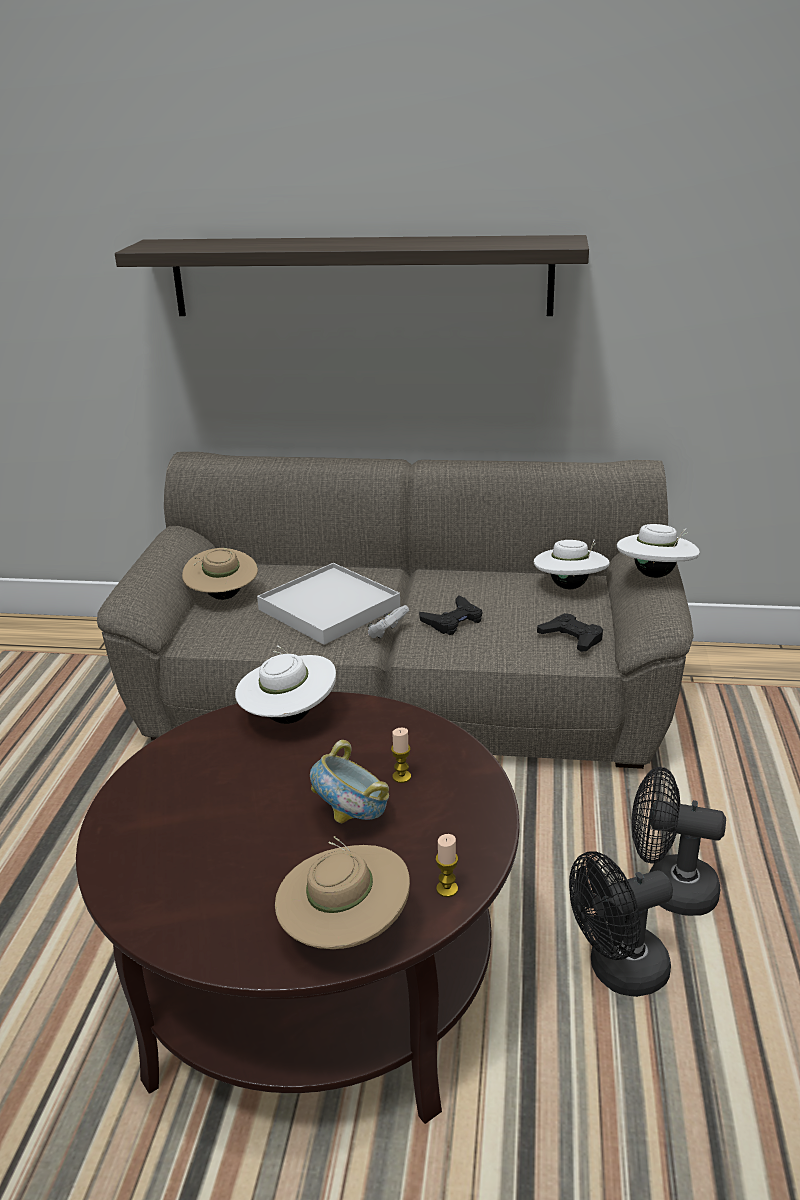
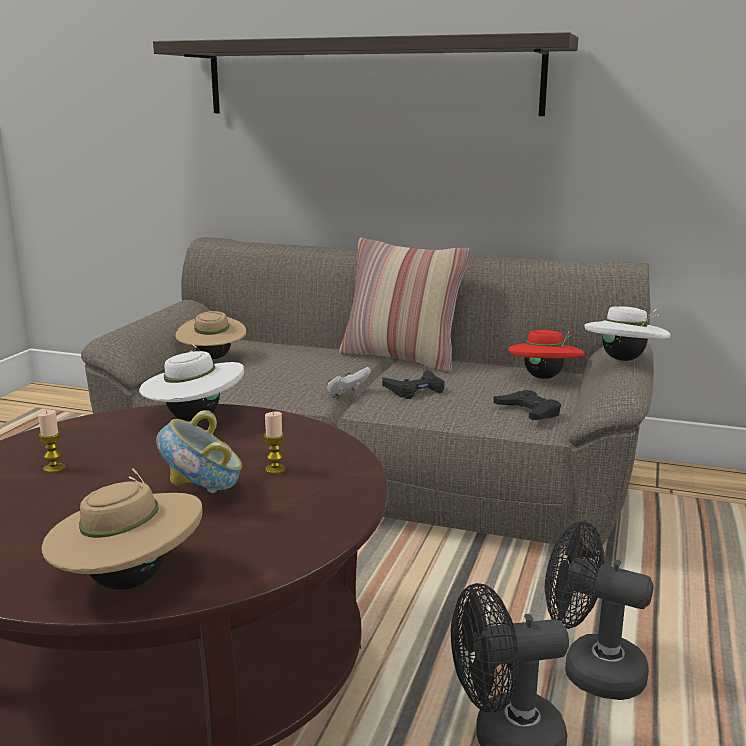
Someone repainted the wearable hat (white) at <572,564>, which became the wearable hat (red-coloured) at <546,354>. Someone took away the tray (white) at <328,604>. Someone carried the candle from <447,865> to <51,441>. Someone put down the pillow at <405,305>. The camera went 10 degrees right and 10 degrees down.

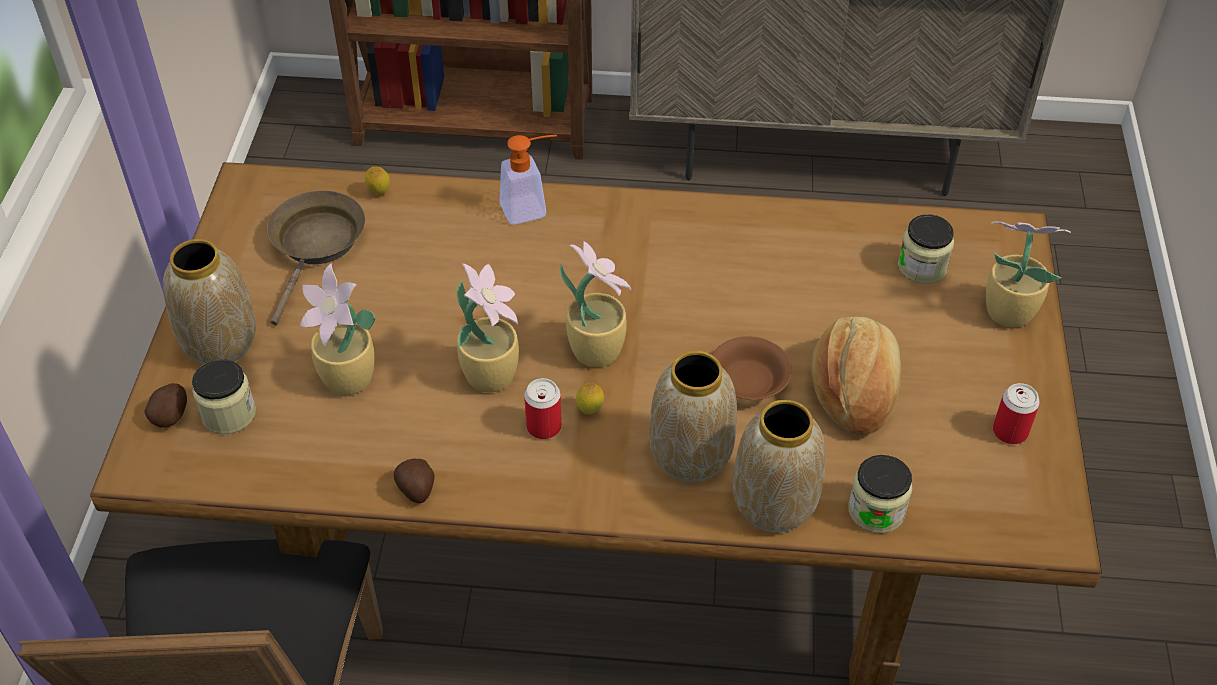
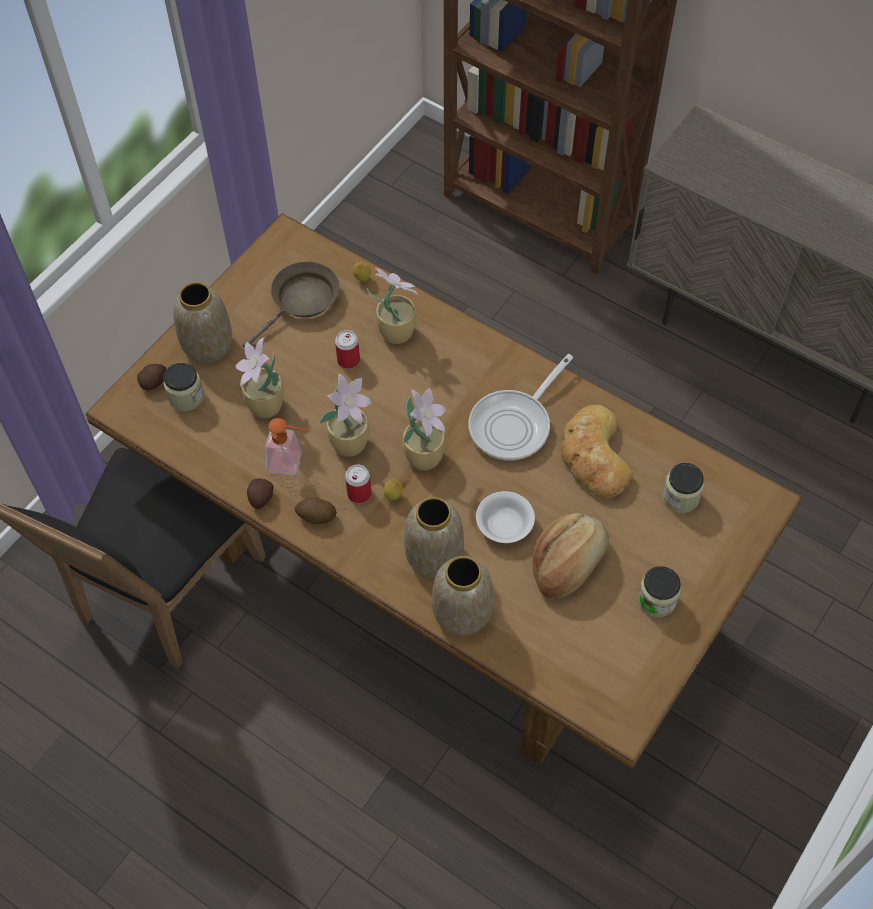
Someone carried the soap dispenser from <528,180> to <286,446>. Someone carried the houseplant from <1028,274> to <392,306>. Someone repainted the bowl (brown-coloured) at <752,368>, which became the bowl (white) at <505,517>. Someone carried the sealed can from <1016,413> to <347,349>. Someone carried the storage jar from <880,494> to <659,591>. Someone put down the frying pan at <521,407>. Someone put down the bakery bread at <597,452>. Someone put down the potato at <316,510>. The camera went 30 degrees right and 10 degrees up.

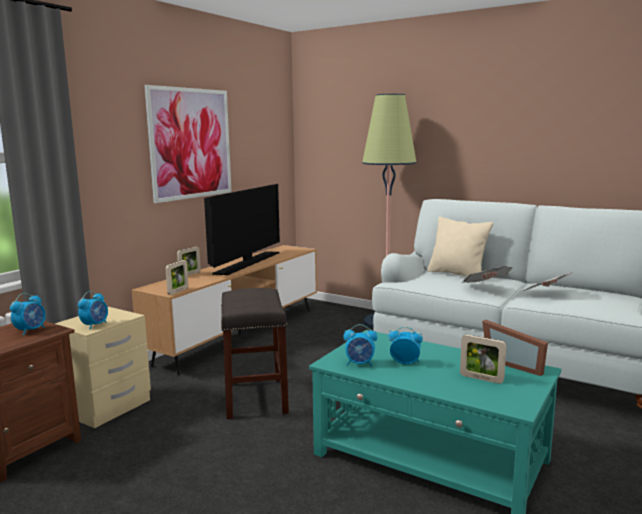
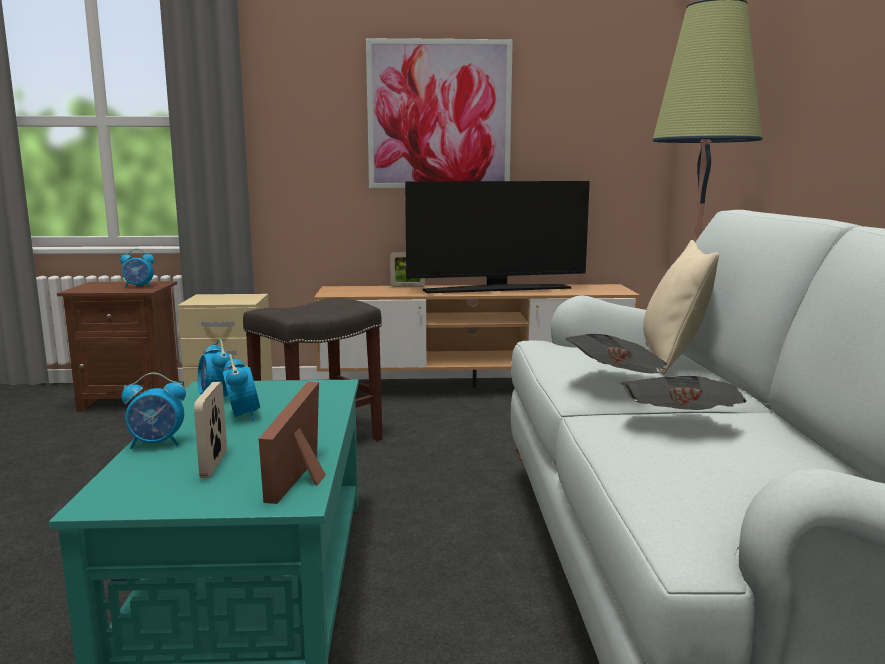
Someone took away the photo frame at <177,277>. Someone carried the table clock from <93,310> to <154,411>. The camera went 55 degrees right and 0 degrees up.

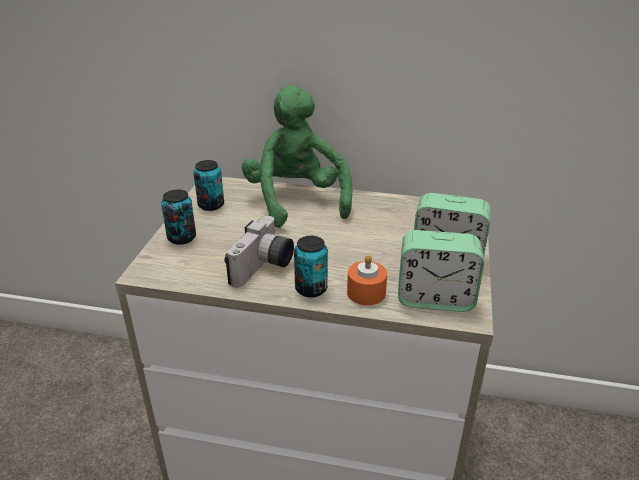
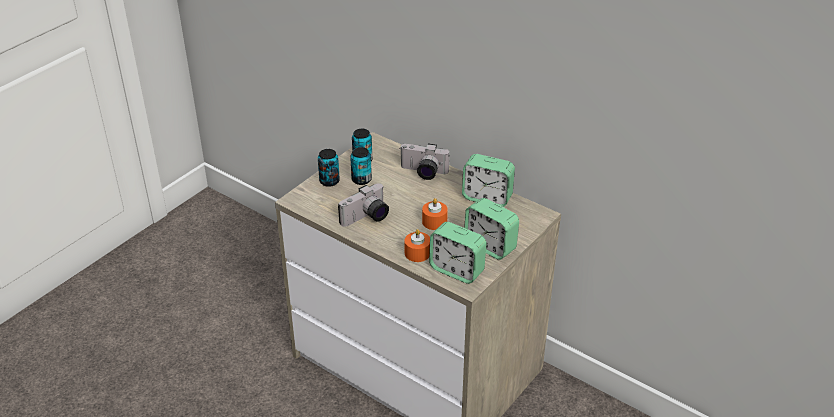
Someone swapped the cuddly toy (greenish) at <297,157> for the still camera at <424,161>. Someone carried the sealed can from <311,266> to <361,166>. Someone put down the table clock at <488,180>. Someone put down the candle (orangey) at <435,214>. The camera went 25 degrees right and 5 degrees up.

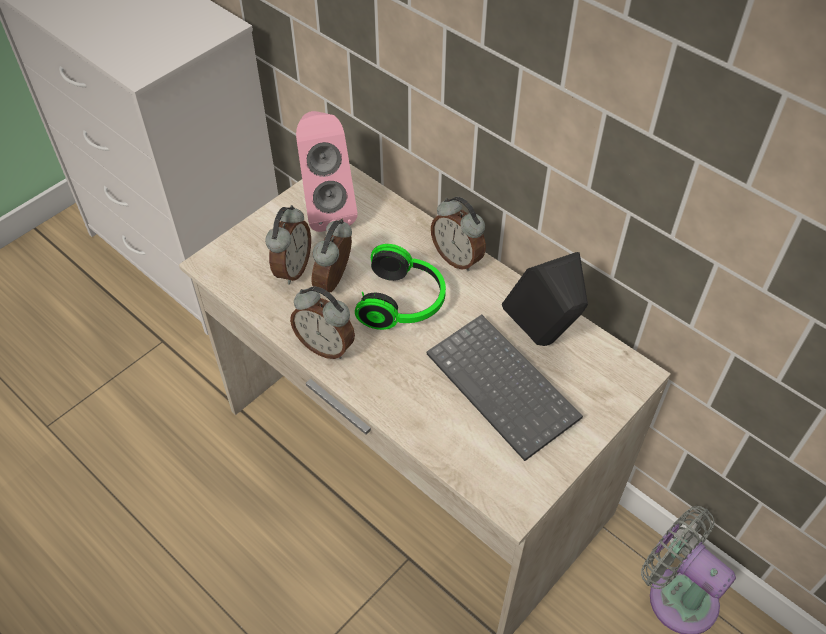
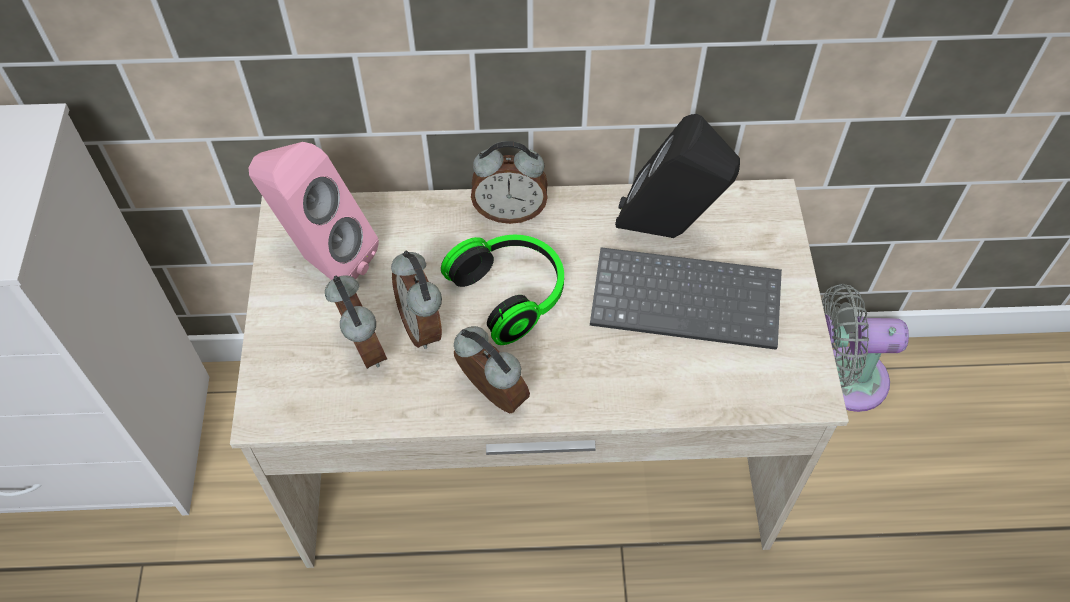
Someone rotated the table clock at <322,322> by 120 degrees counterclockwise. The camera went 45 degrees left and 5 degrees up.

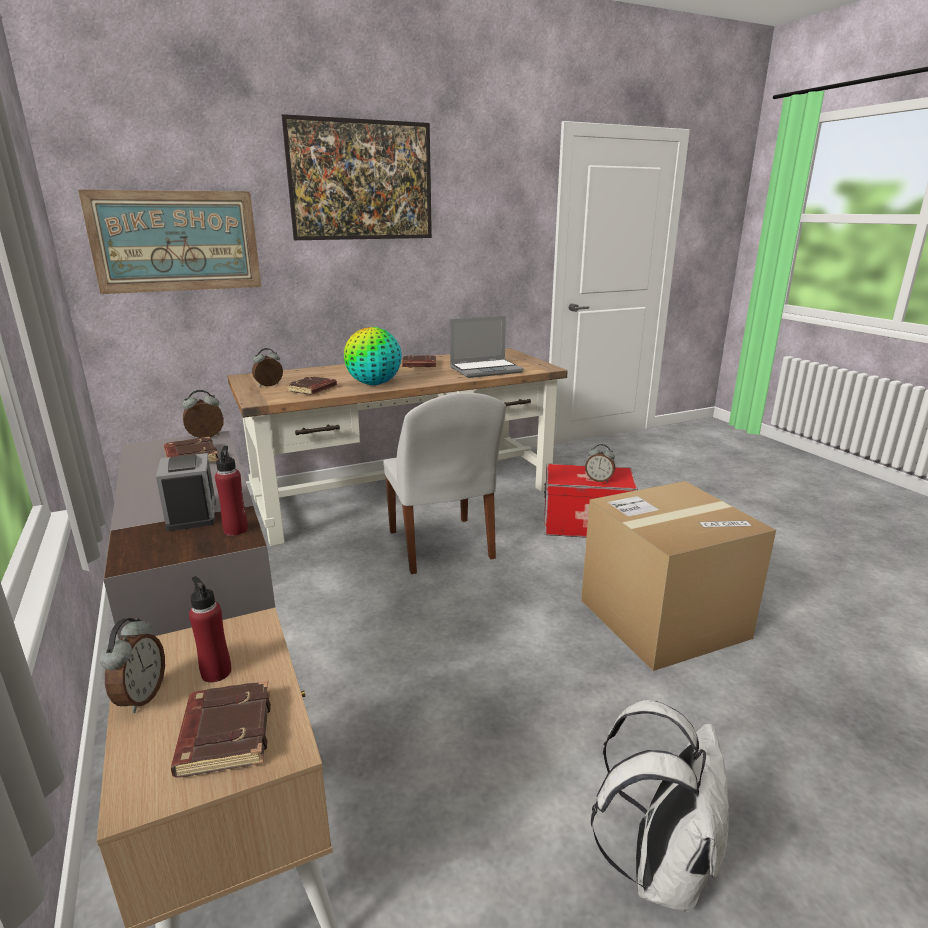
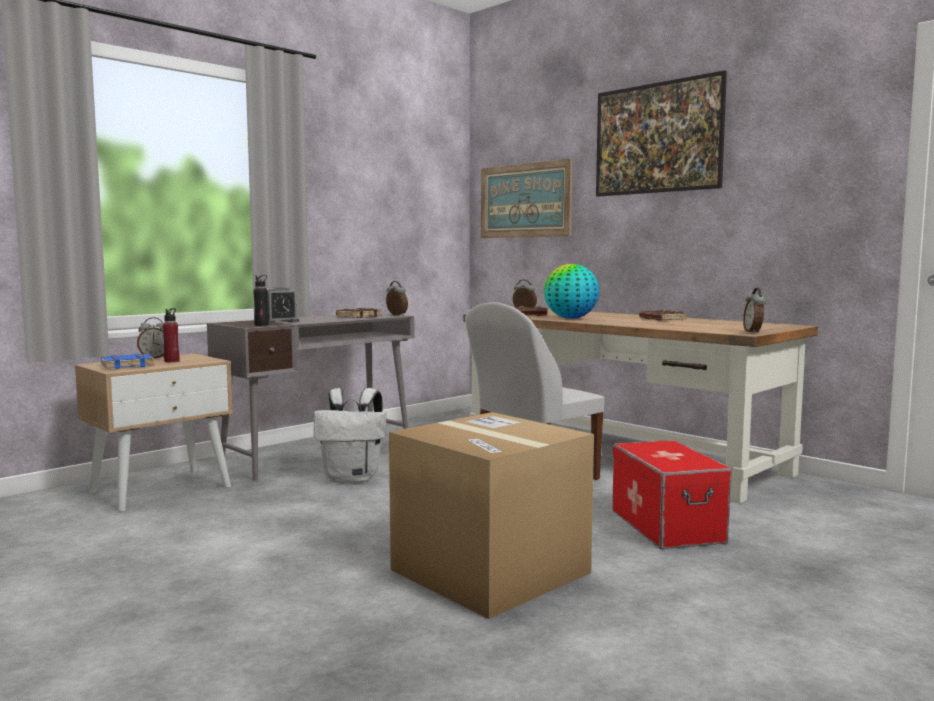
Someone took away the portable computer at <487,347>. Someone carried the table clock from <600,463> to <754,311>. Someone repainted the bottle (red-coloured) at <231,491>, which became the bottle (blackish) at <261,300>. Someone repainted the book (brown-coloured) at <221,729>, which became the book (bluish) at <127,361>. Someone carried the rucksack (white) from <660,806> to <350,435>. The camera went 70 degrees right and 15 degrees down.

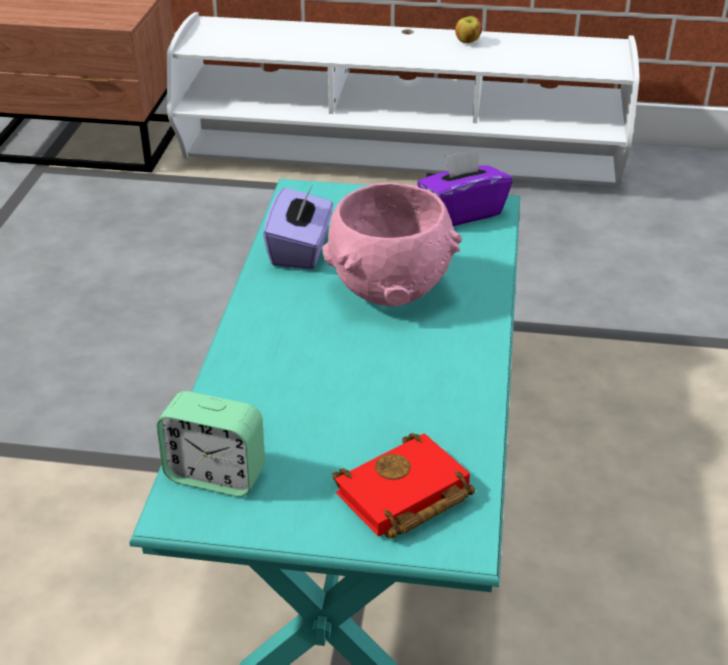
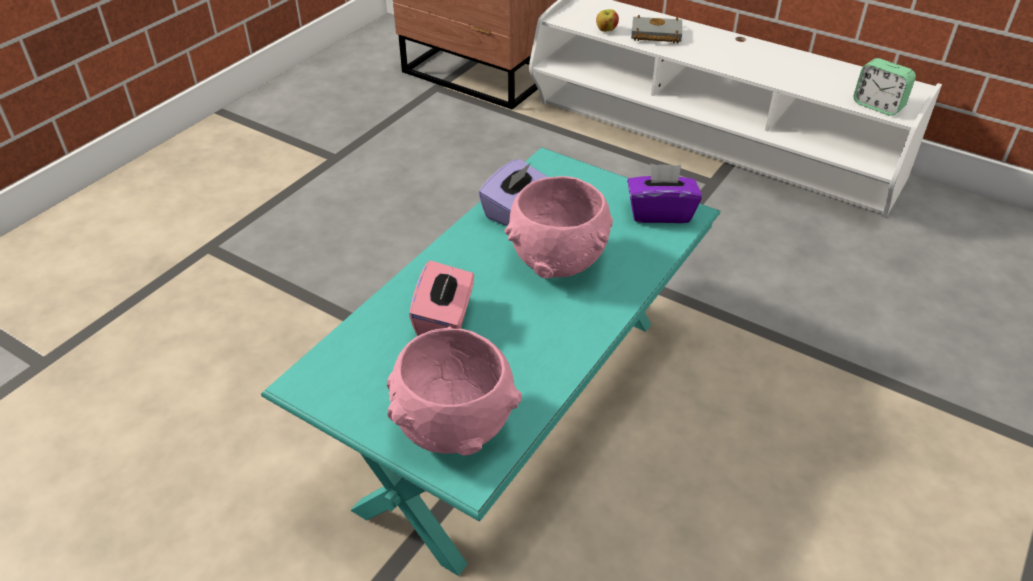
Someone carried the apple fruit from <468,29> to <607,20>. Someone carried the table clock from <211,444> to <884,87>. Someone swapped the book (red-coloured) at <403,486> for the bowl (pinkish) at <454,391>. Someone put down the book (grey) at <656,29>. Someone put down the tissue box (pinkish) at <441,298>. The camera went 25 degrees right and 5 degrees up.

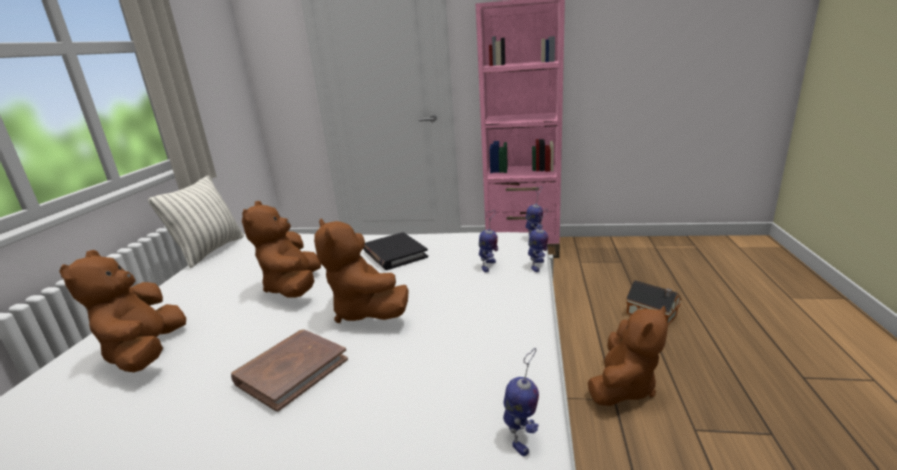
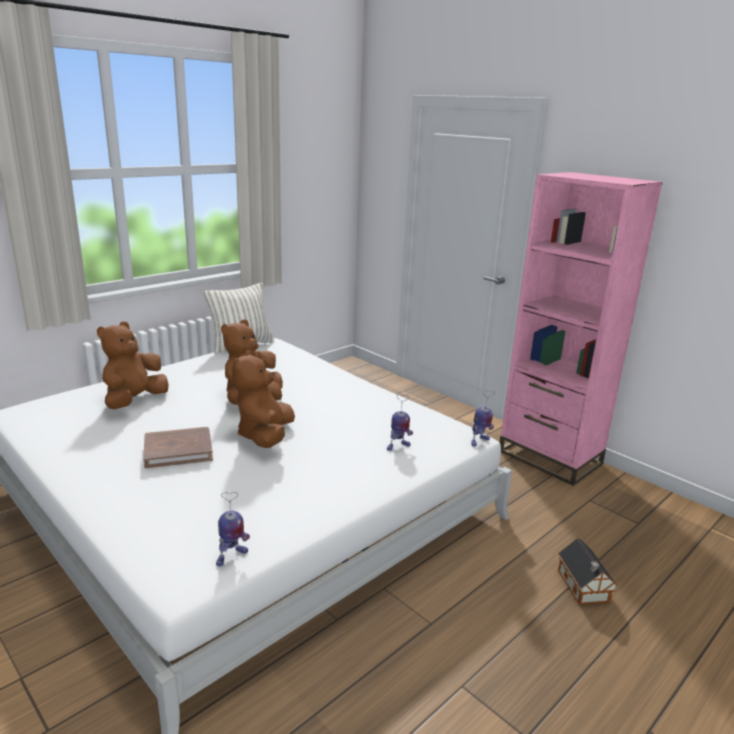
Someone took away the robot figure at <538,240>. Someone took away the book (blackish) at <396,251>. Someone took away the cuddly toy (brown-coloured) at <628,356>. The camera went 35 degrees right and 0 degrees up.

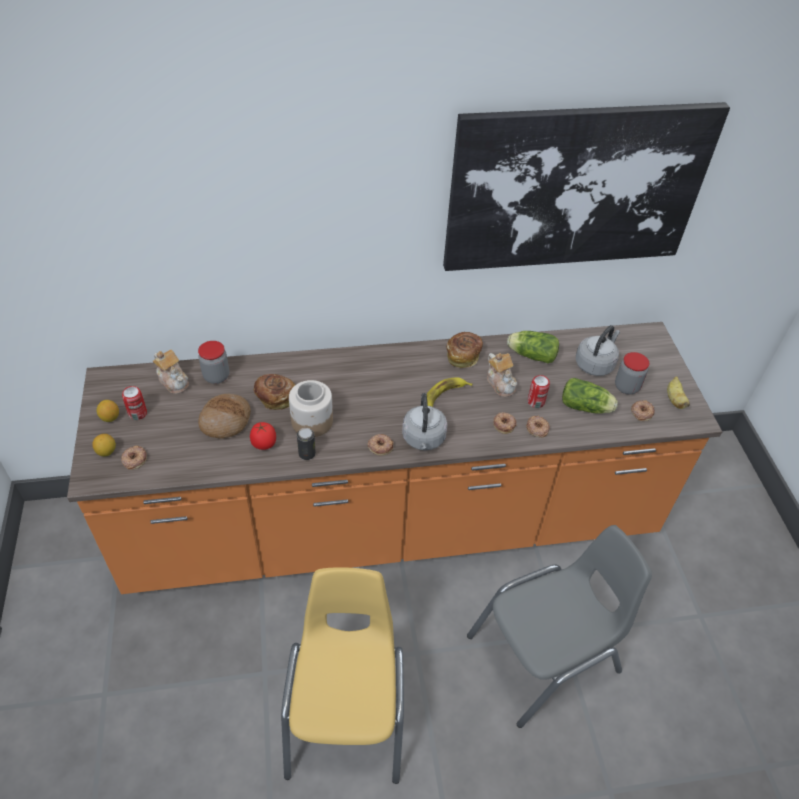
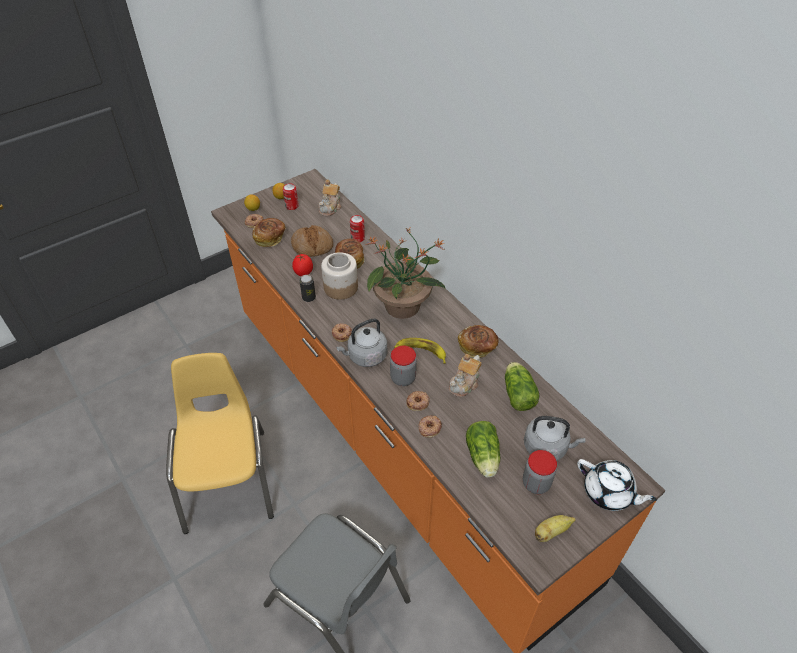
Someone took away the picture at <586,186>. Someone carried the storage jar from <213,362> to <403,366>. Someone carried the sealed can from <539,391> to <357,228>. Someone took away the doughnut at <643,410>. Someone rotated the upright chair (yellow) at <342,675> by 75 degrees counterclockwise. Someone put down the bakery bread at <269,232>. Someone put down the houseplant at <405,273>. Someone put down the teapot (white) at <617,485>. The camera went 65 degrees right and 0 degrees up.

